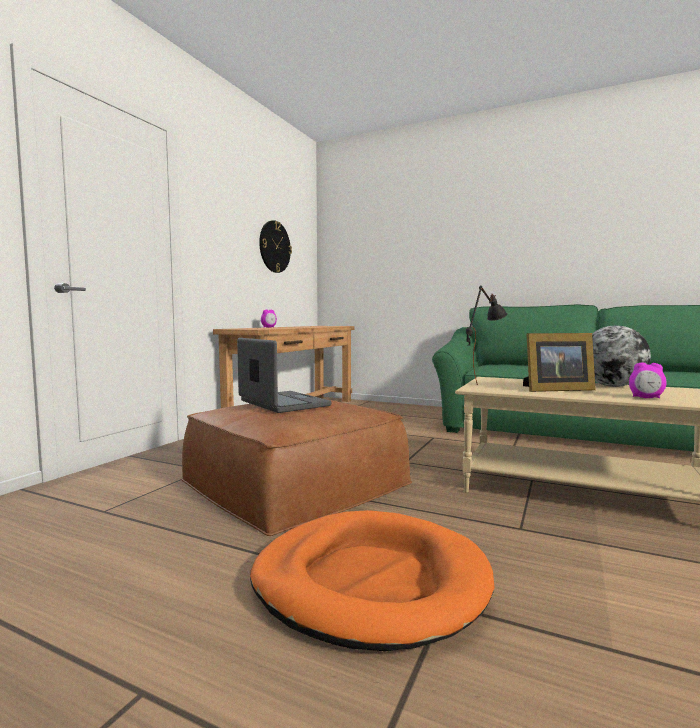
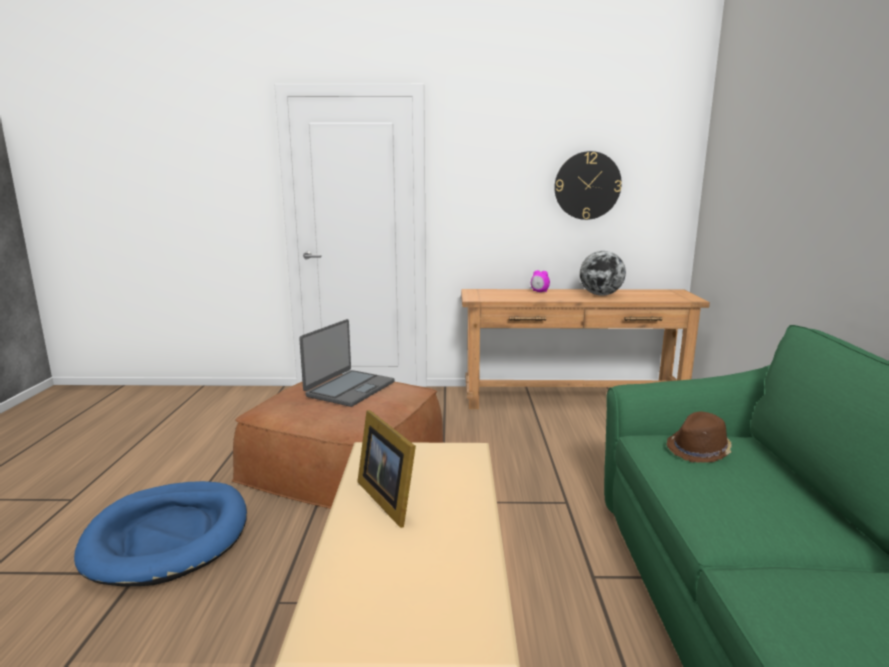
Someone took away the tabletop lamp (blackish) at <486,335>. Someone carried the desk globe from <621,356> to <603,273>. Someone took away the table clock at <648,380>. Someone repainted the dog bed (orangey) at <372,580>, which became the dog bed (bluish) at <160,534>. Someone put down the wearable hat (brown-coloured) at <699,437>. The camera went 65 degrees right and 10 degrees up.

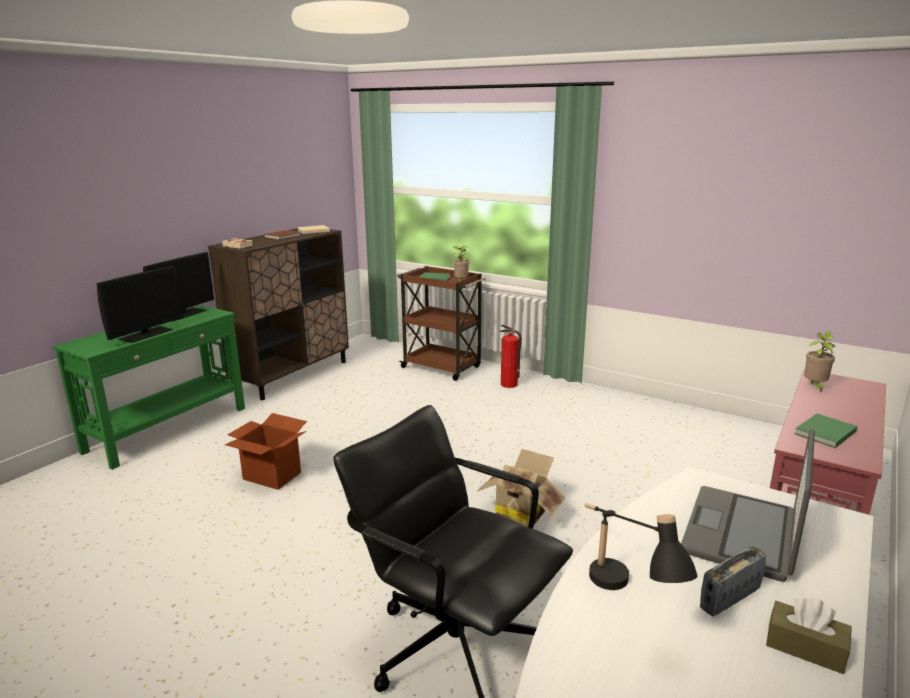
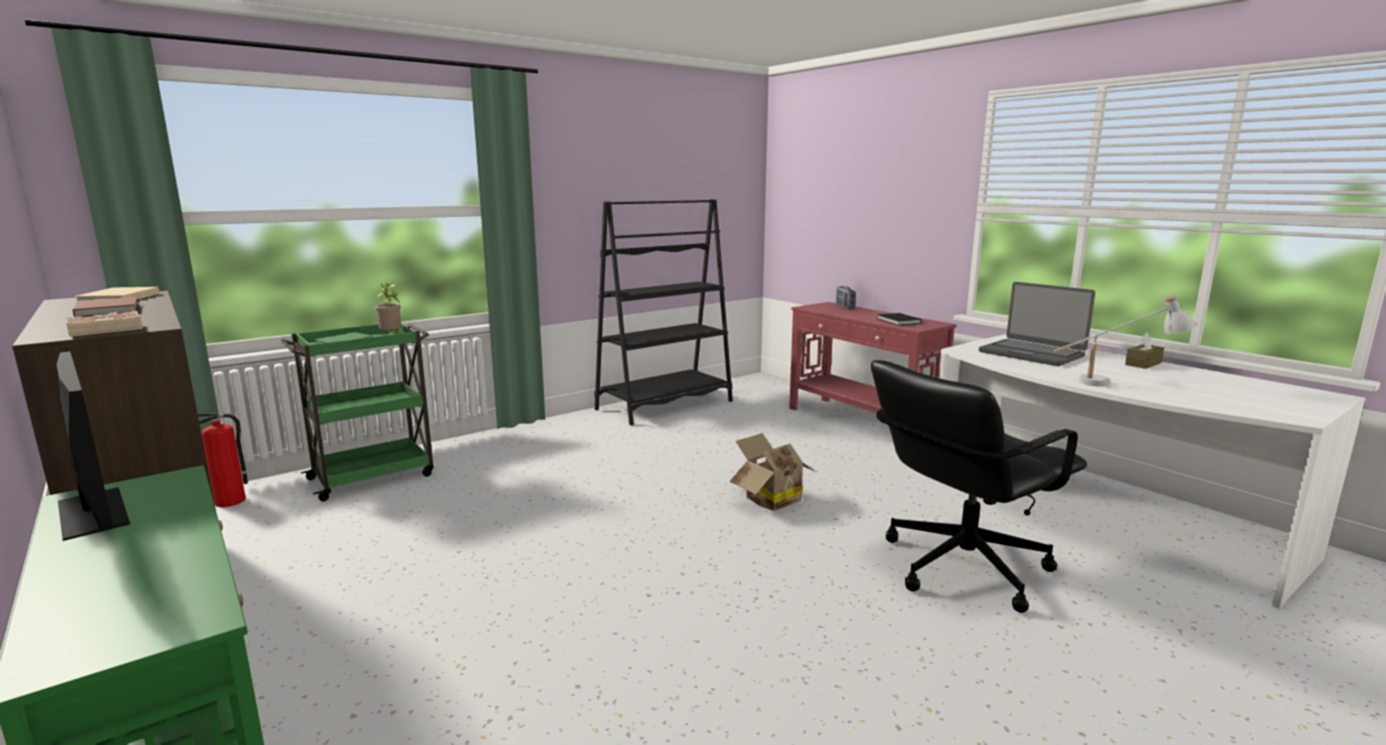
Someone took away the computer display at <140,304>. Someone repainted the trolley (brown-coloured) at <441,323>, which became the trolley (greenish) at <357,412>. Someone carried the extinguisher from <511,356> to <223,460>. Someone took away the houseplant at <819,362>. Someone took away the cardboard box at <266,451>. Someone repainted the book (greenish) at <825,430>, which became the book (blackish) at <899,319>. Someone repainted the tabletop lamp (blackish) at <640,546>, which became the tabletop lamp (white) at <1124,341>. Someone carried the radio receiver from <733,581> to <846,297>. Someone put down the shelving unit (blackish) at <663,312>. The camera went 70 degrees left and 5 degrees down.

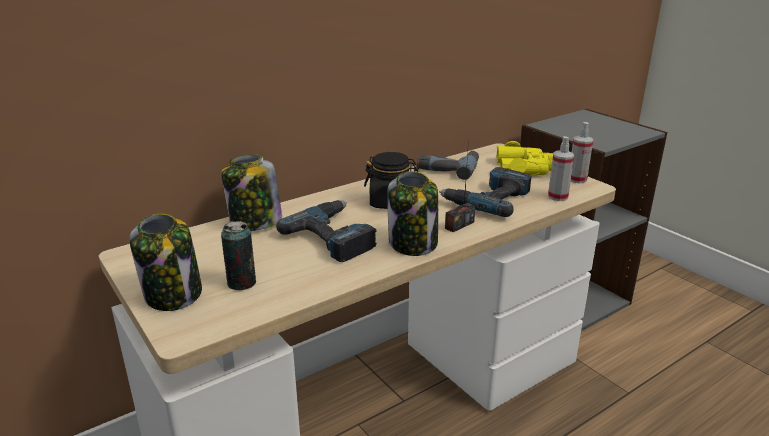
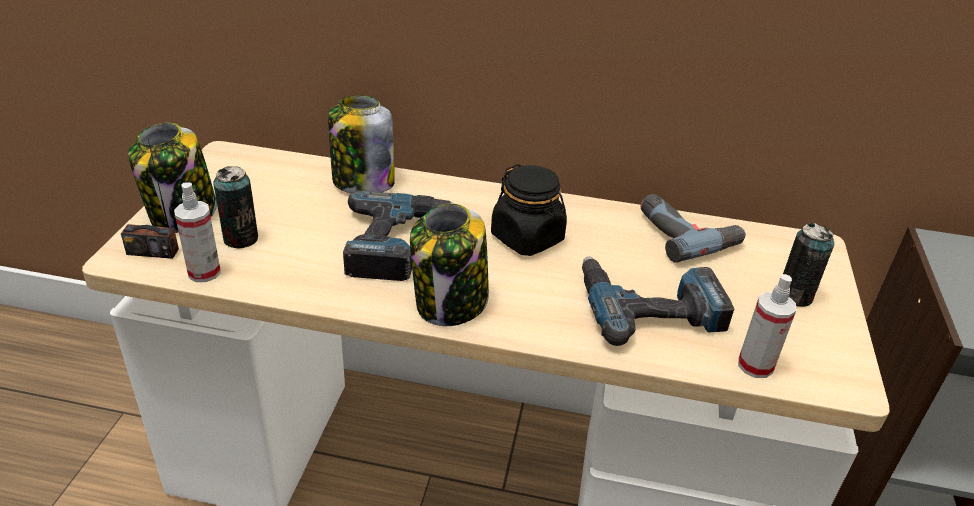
Someone carried the sprayer from <582,152> to <197,232>. Someone carried the radio receiver from <460,185> to <150,199>. Someone swapped the binoculars (yellow) at <525,158> for the sealed can at <808,265>. The camera went 45 degrees right and 10 degrees up.

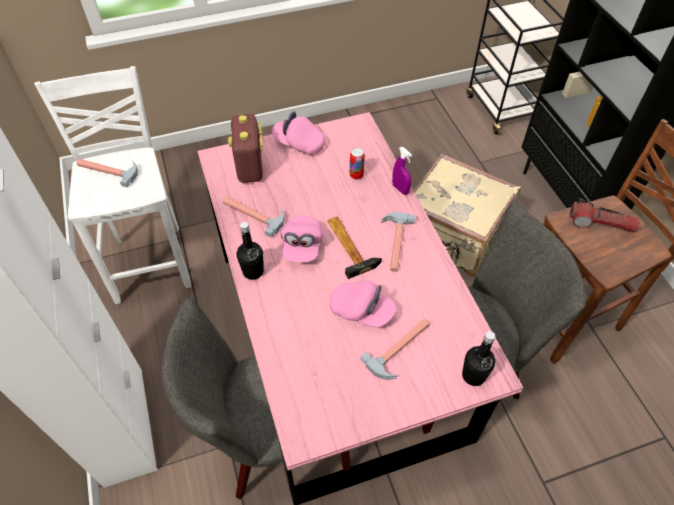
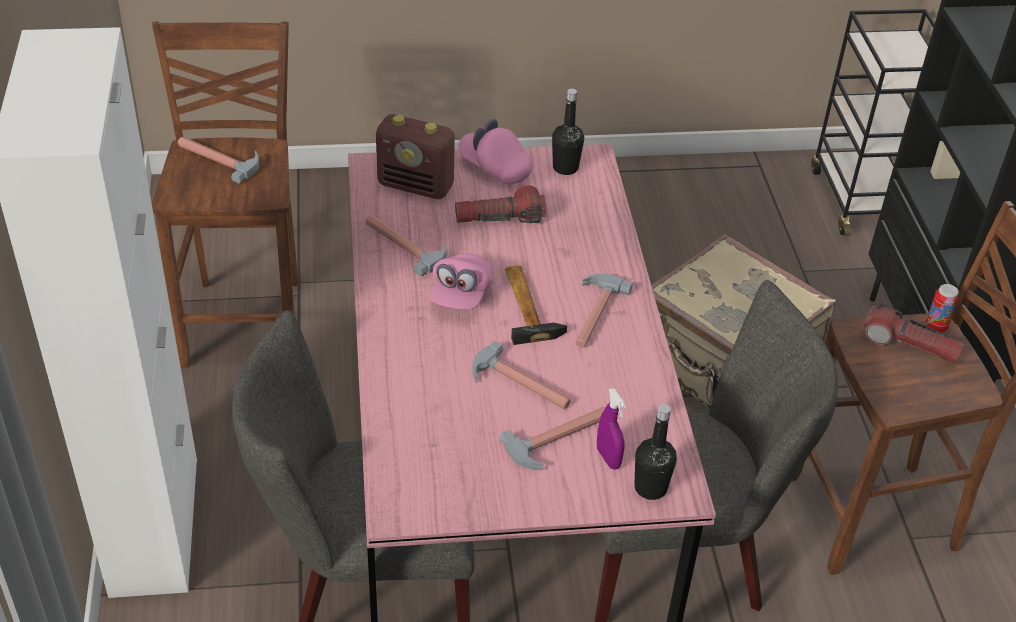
Someone repainted the stool seat (white) at <112,185>, which became the stool seat (brown-coloured) at <225,194>. Someone rotated the radio receiver at <245,148> by 75 degrees counterclockwise. Someone carried the sprayer (purple) from <402,171> to <611,429>. Someone carried the sealed can from <357,163> to <942,308>. Someone carried the bottle (blackish) from <250,251> to <568,132>. Someone swapped the cap (pinkish) at <363,304> for the hammer at <522,375>. Someone put down the hand torch at <500,204>. The camera went 10 degrees right and 10 degrees down.

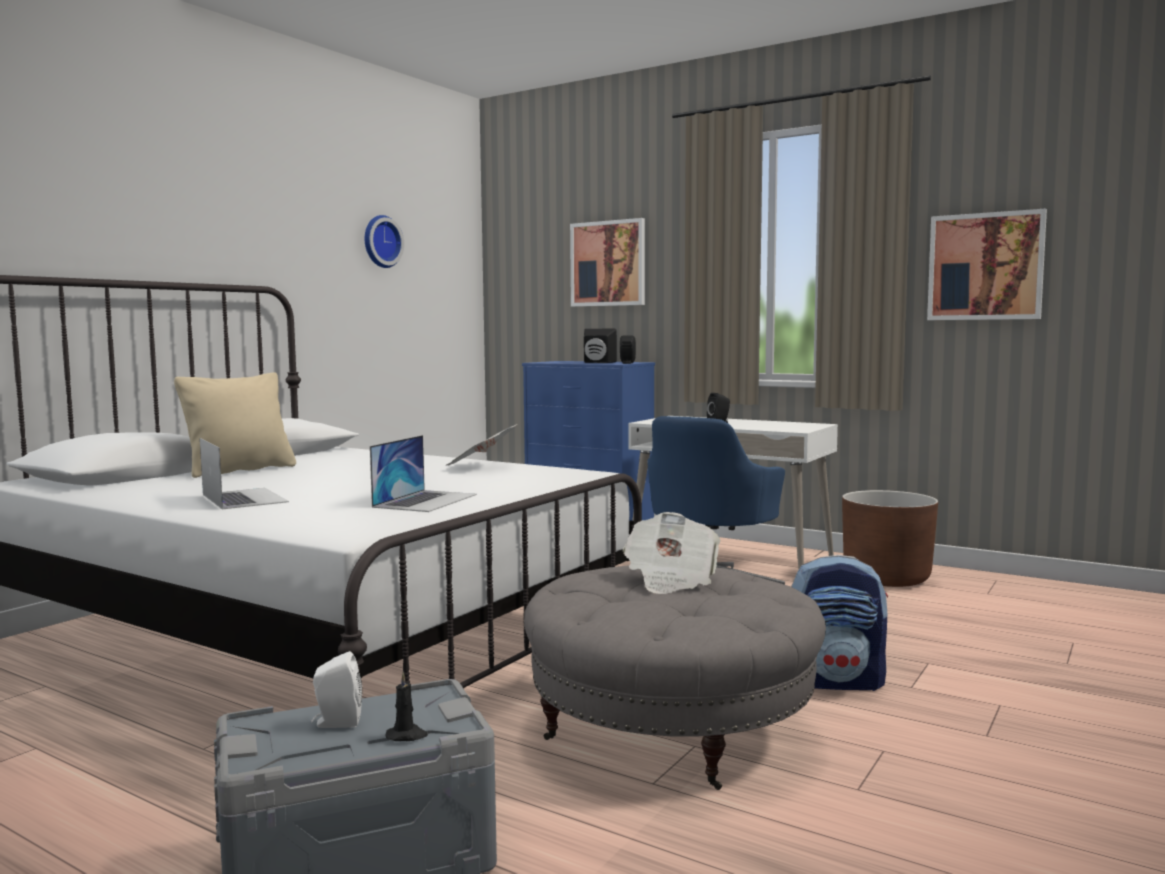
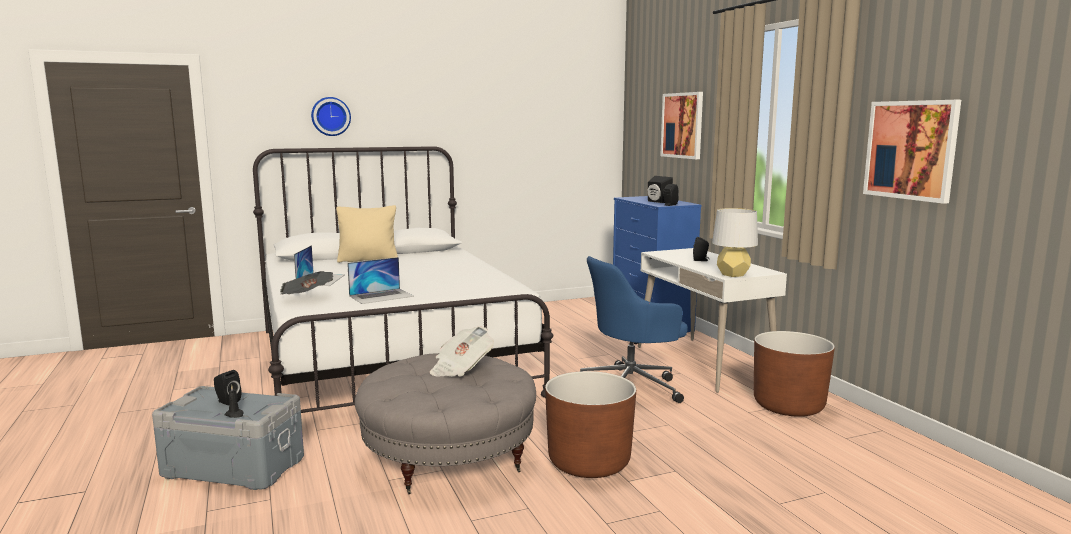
Someone carried the clock on the wall from <384,241> to <331,116>. Someone carried the daily paper from <481,445> to <306,282>. Someone swapped the rucksack at <839,623> for the planter (brown-coloured) at <590,424>. Someone repainted the loudspeaker (white) at <336,689>, which became the loudspeaker (blackish) at <227,387>. Someone put down the tabletop lamp (grey) at <735,242>. The camera went 35 degrees right and 5 degrees up.

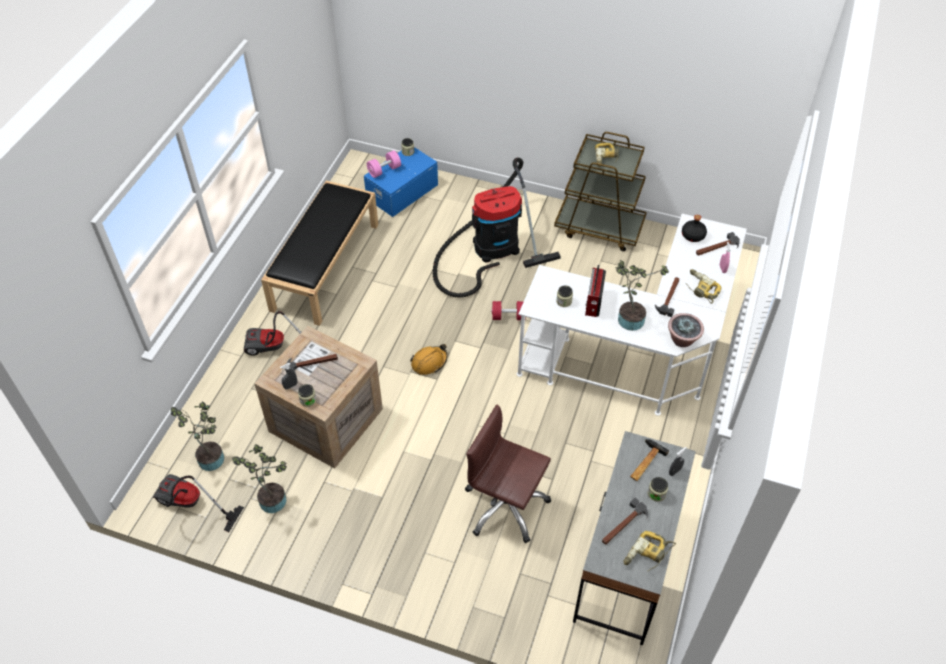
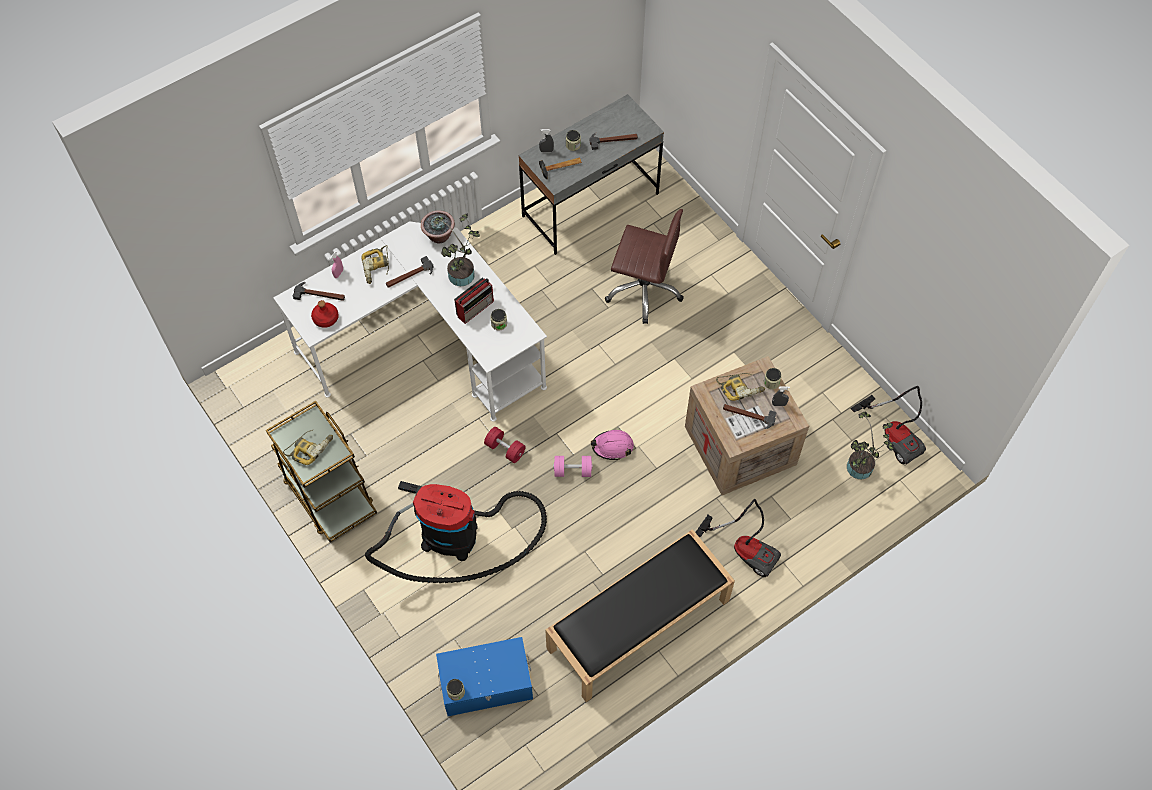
Someone carried the hand weight (pinkish) from <384,164> to <573,466>. Someone repainted the bottle (blackish) at <694,228>, which became the bottle (red-coloured) at <325,314>. Someone repainted the work helmet (orangey) at <429,359>, which became the work helmet (pinkish) at <612,445>. Someone rotated the computer chair (brown-coloured) at <508,474> by 45 degrees counterclockwise. Someone took away the houseplant at <259,478>. Someone carried the drill from <649,551> to <740,387>. The camera went 145 degrees left and 10 degrees up.

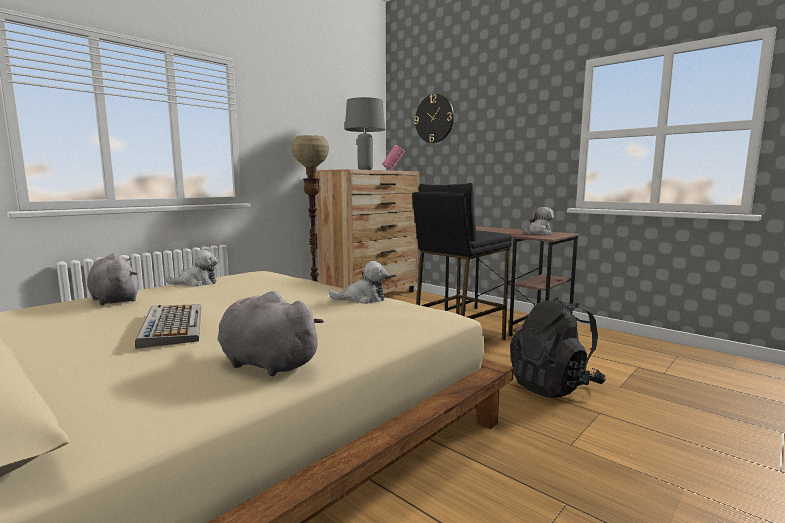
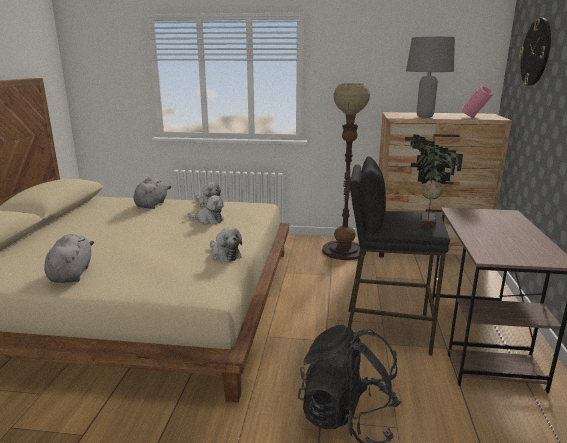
Someone carried the cuddly toy from <539,221> to <206,209>. Someone took away the keyboard at <168,326>. Someone put down the houseplant at <434,181>. The camera went 55 degrees right and 10 degrees up.

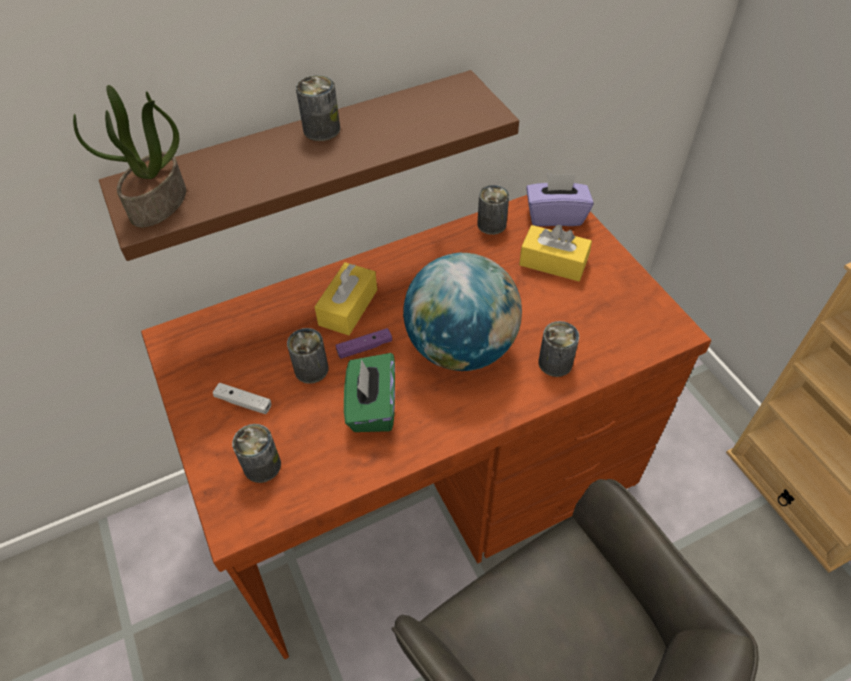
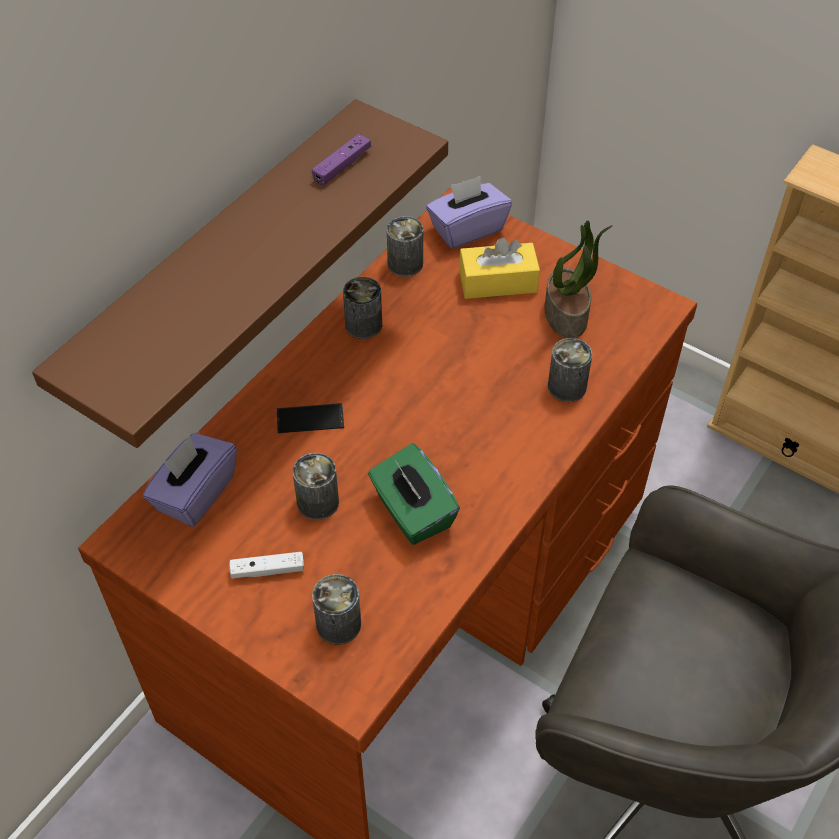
Someone carried the sealed can from <318,108> to <362,308>. Someone carried the houseplant from <129,156> to <578,279>. Someone took away the desk globe at <462,312>. Someone swapped the tissue box (yellow) at <345,298> for the telephone at <310,418>. Someone carried the gamepad (purple) from <364,343> to <341,159>. Someone put down the tissue box (purple) at <190,480>. The camera went 30 degrees left and 0 degrees up.

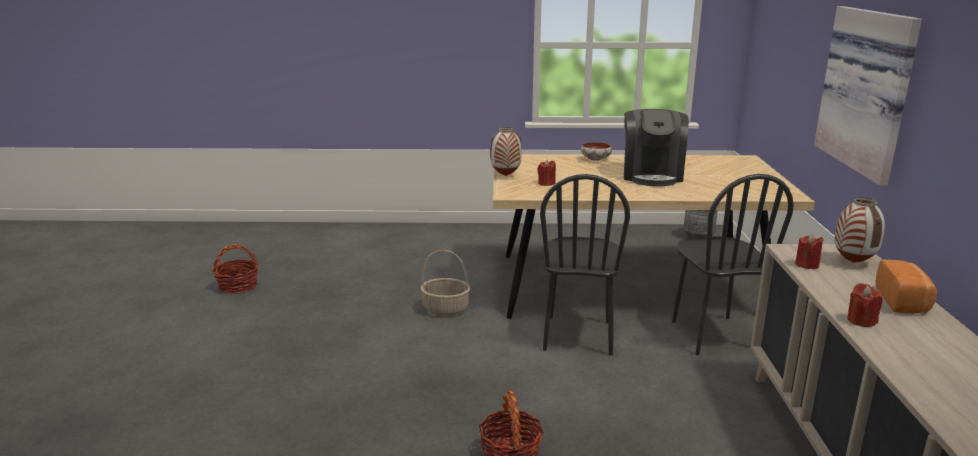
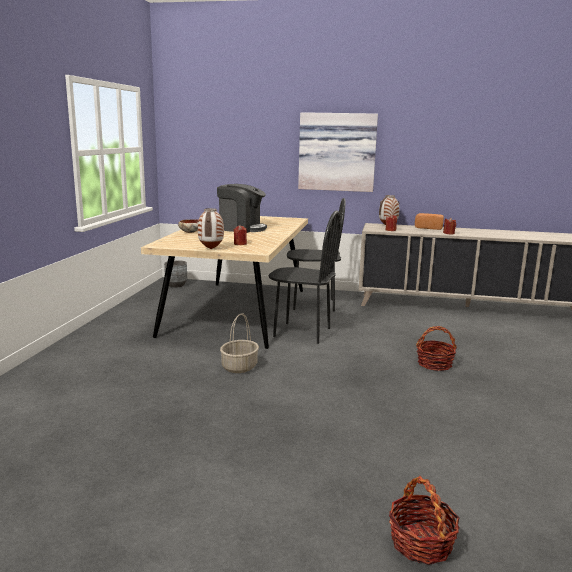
Someone carried the basket from <235,269> to <424,520>. The camera went 80 degrees left and 5 degrees down.

